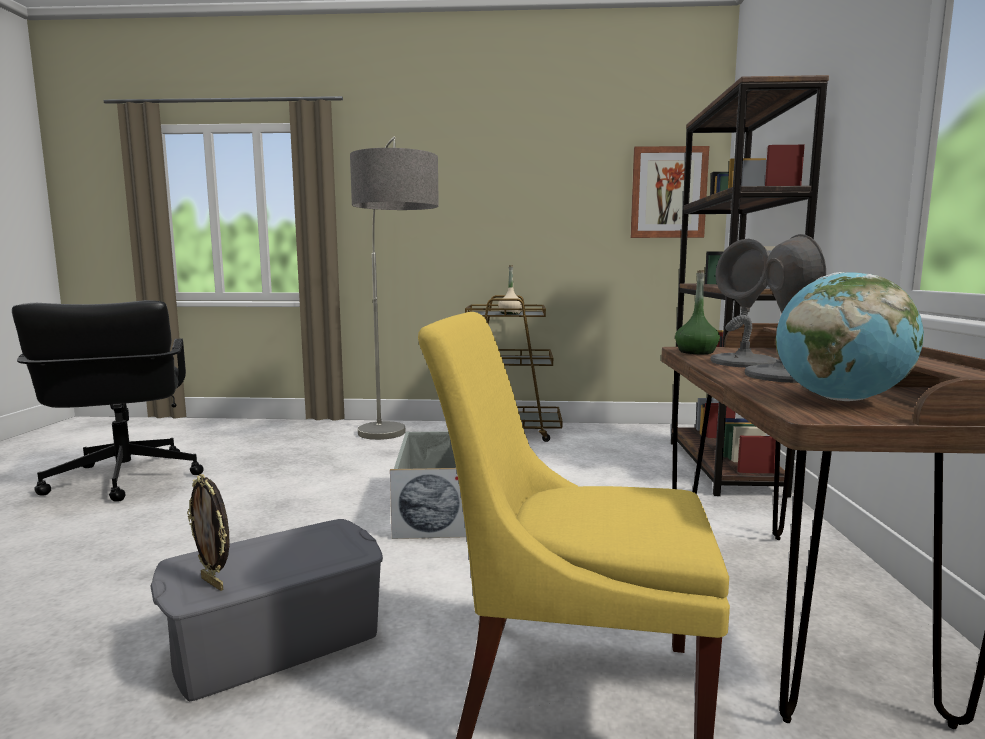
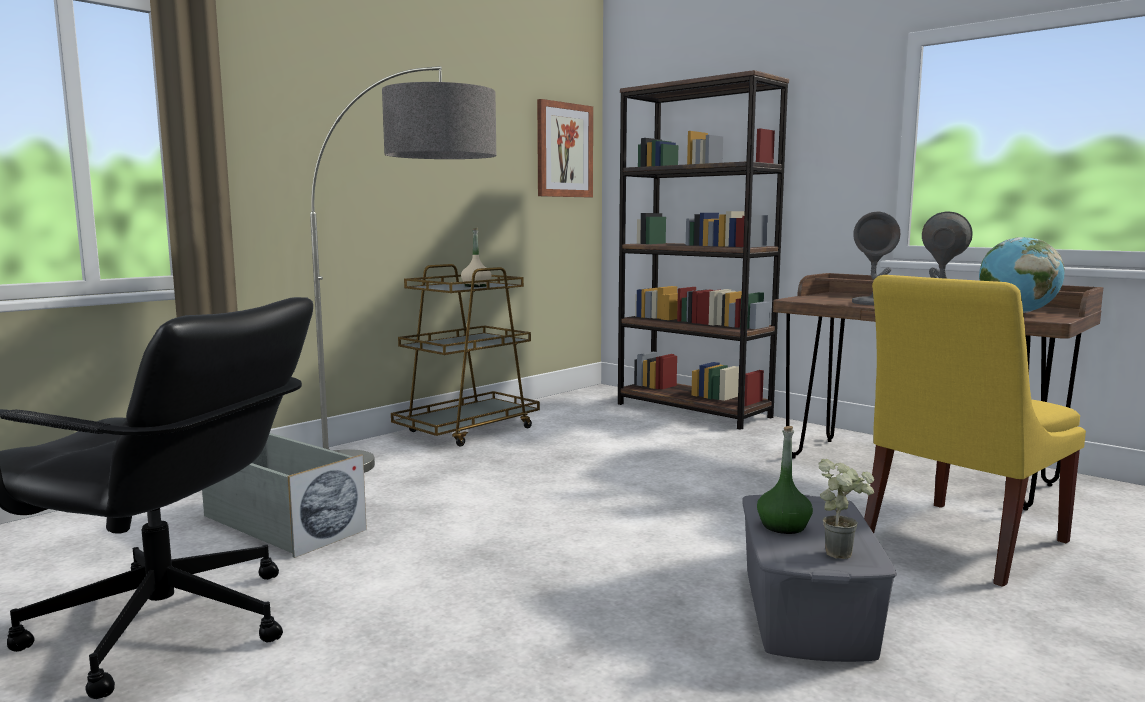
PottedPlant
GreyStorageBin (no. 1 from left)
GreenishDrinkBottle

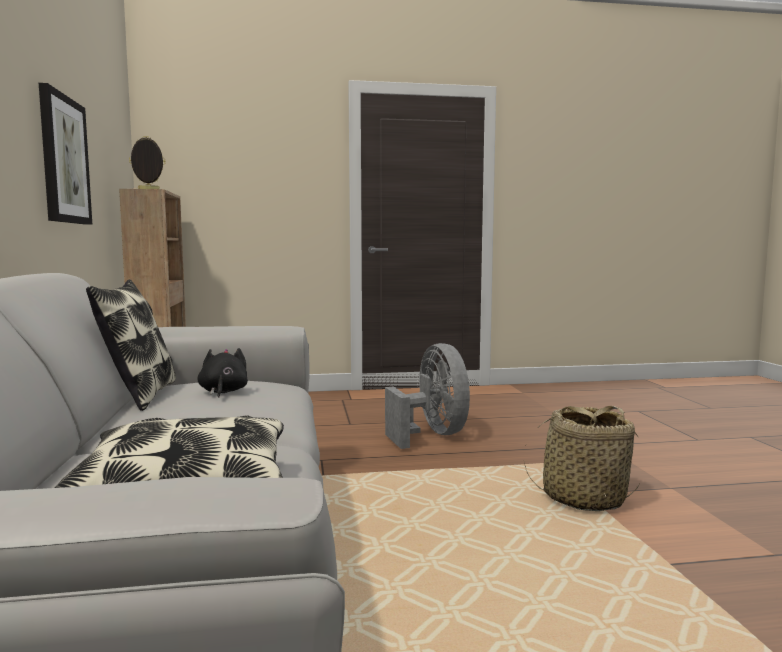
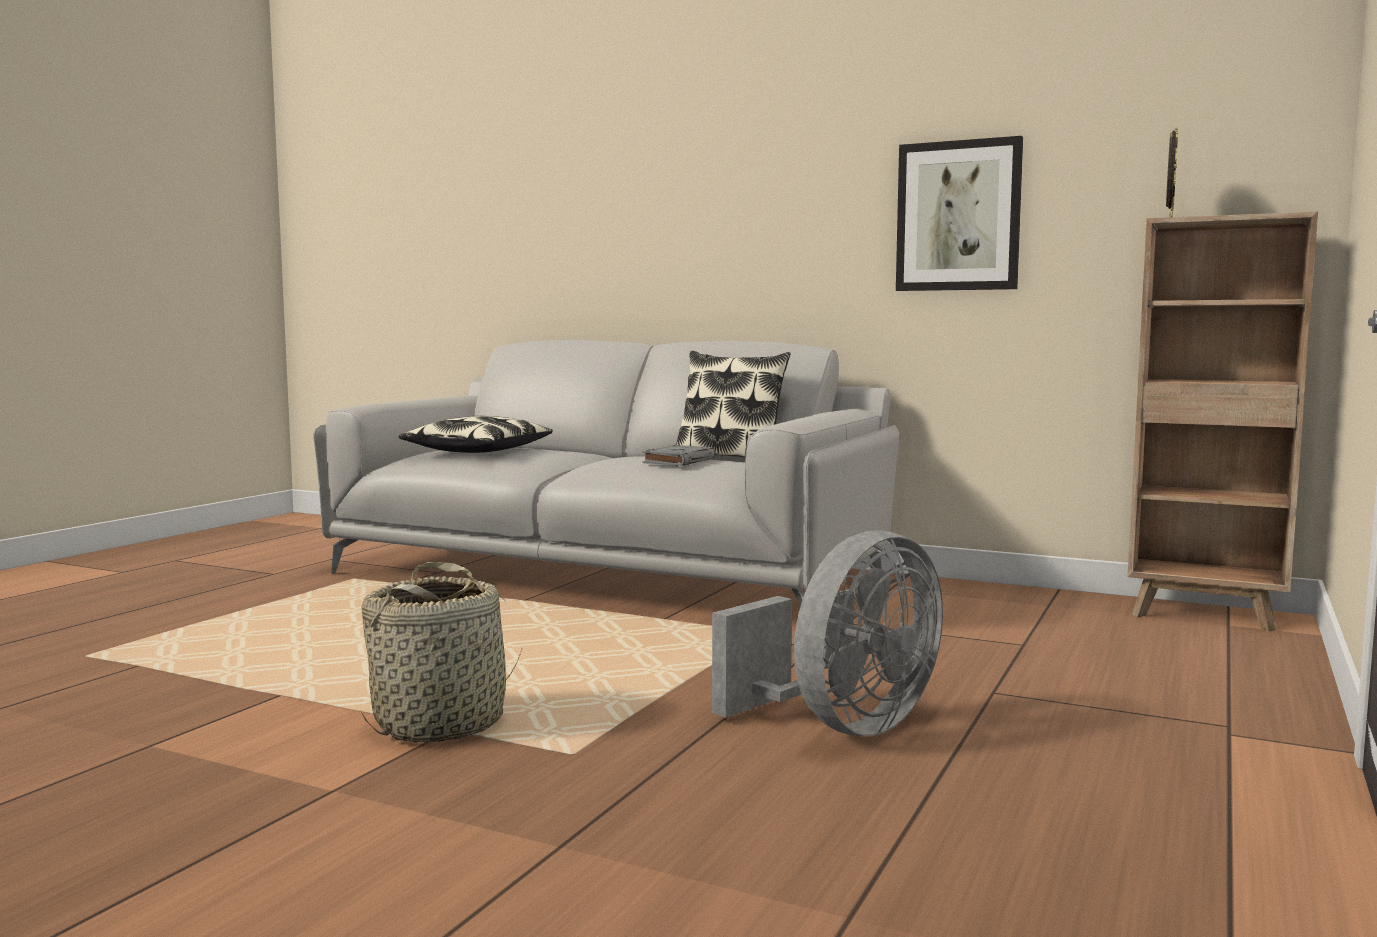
GreyBook
GreyElectricFan

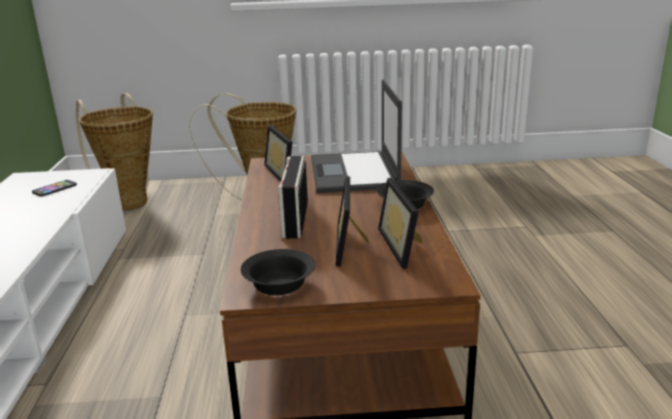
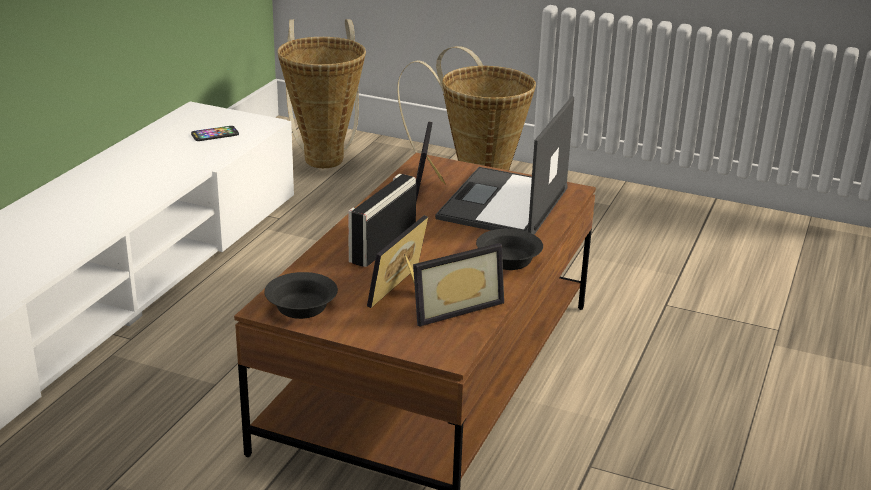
StandingFrame (no. 3 from left)

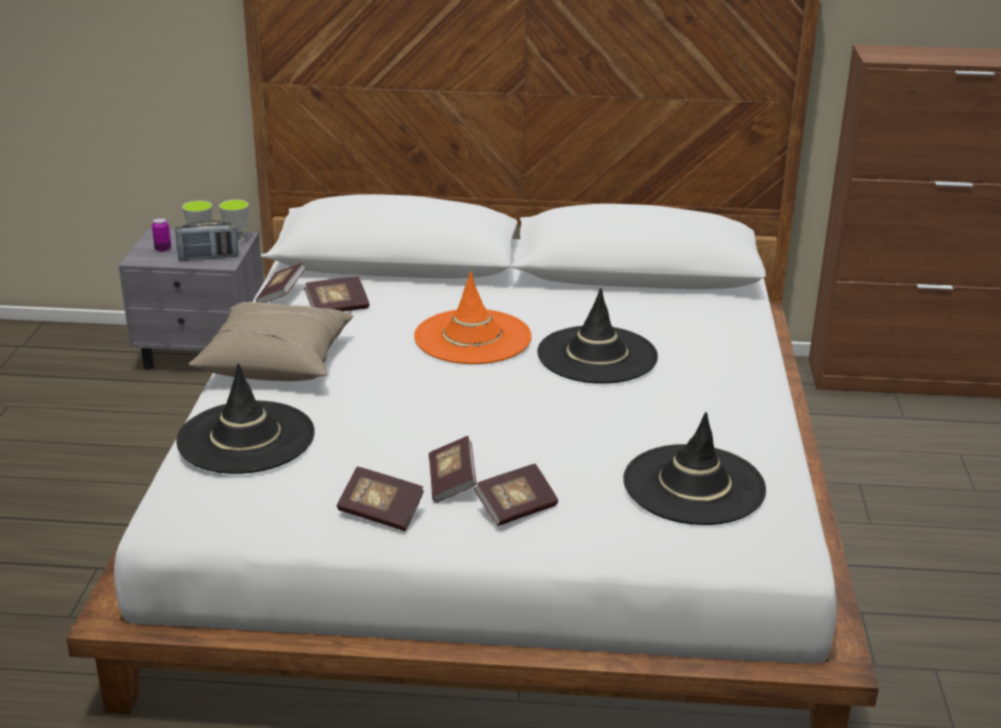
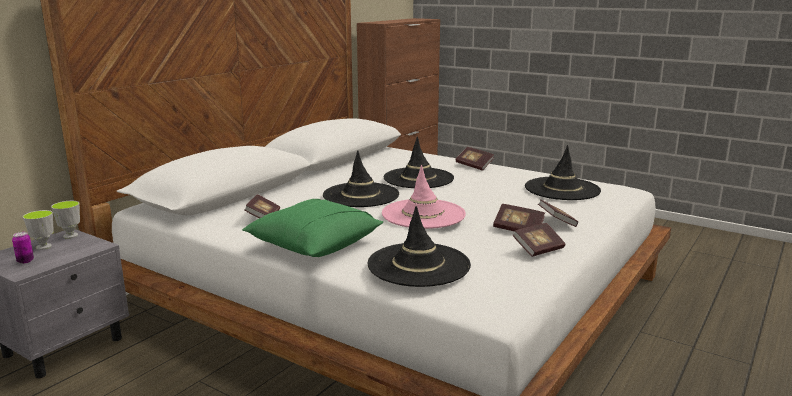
RadioSet
GreenishCushion
Book (no. 2 from left)
BlackishClothingHat (no. 1 from left)
PinkishClothingHat

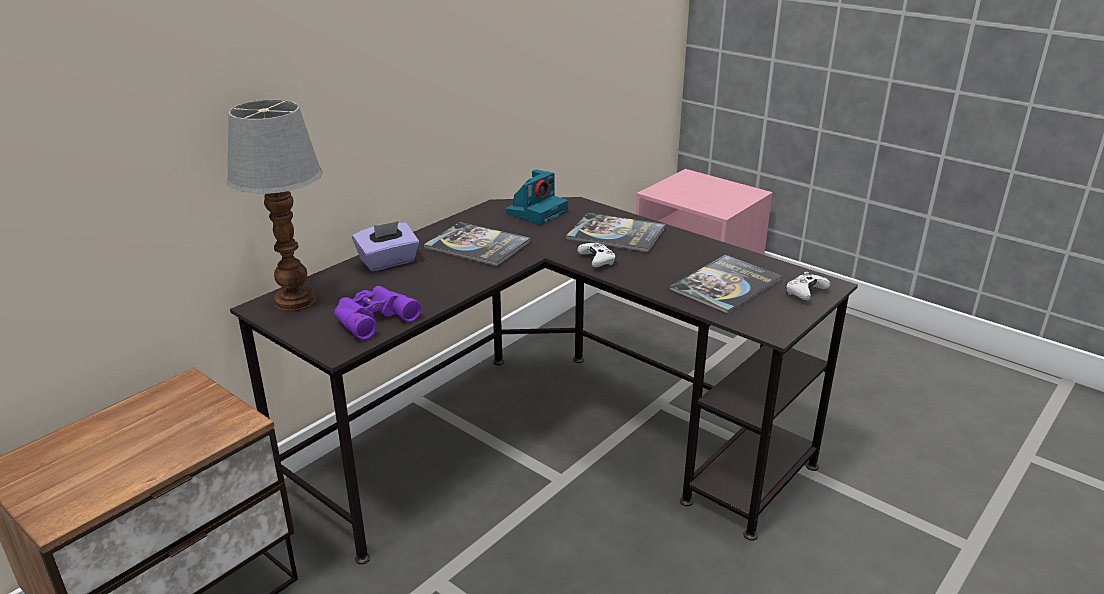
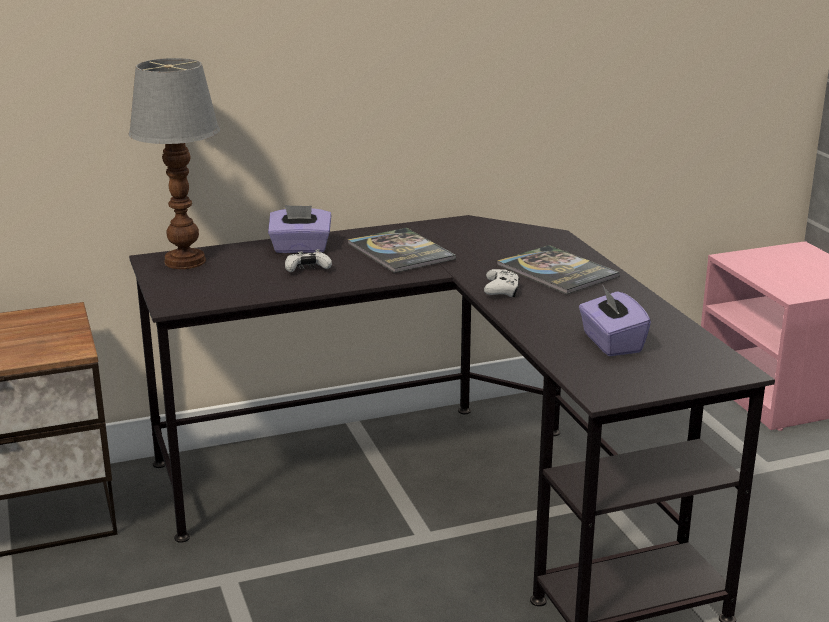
PurpleBinoculars
StillCamera
PurpleTissueBox (no. 2 from left)
WhiteColouredJoypad (no. 1 from left)

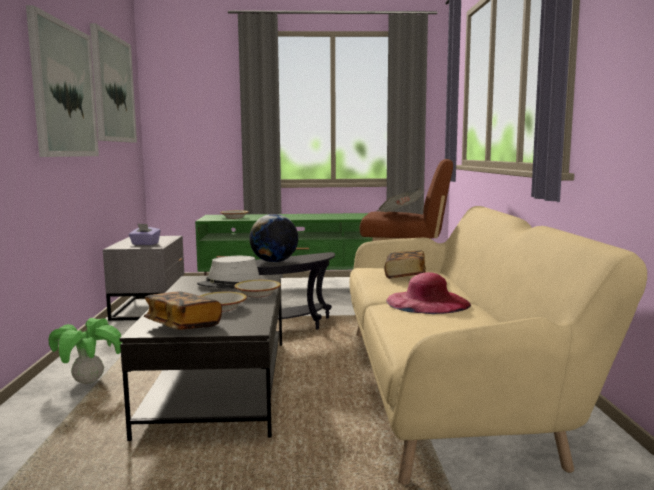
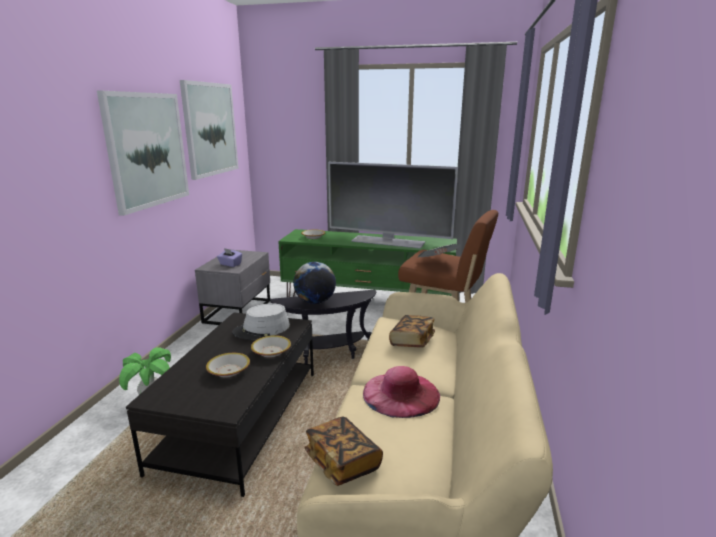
Book (no. 1 from left)
TvSet

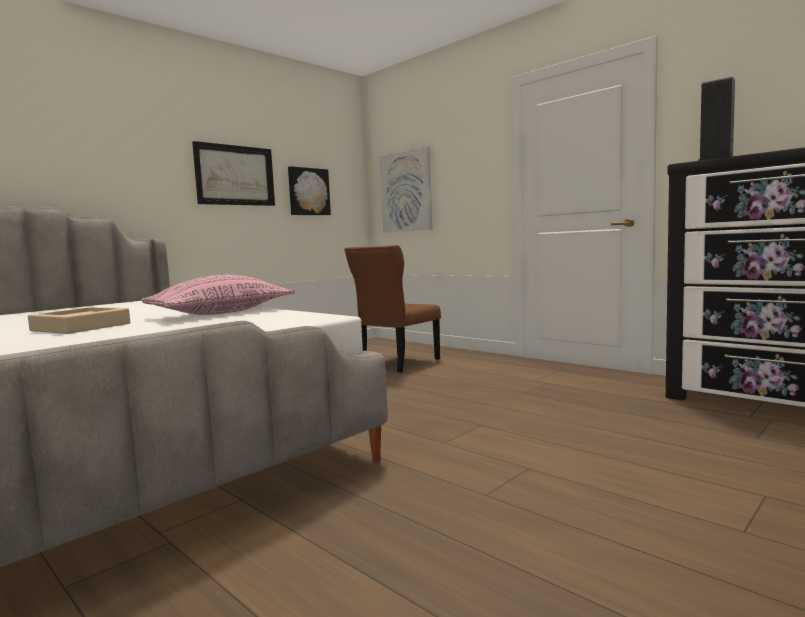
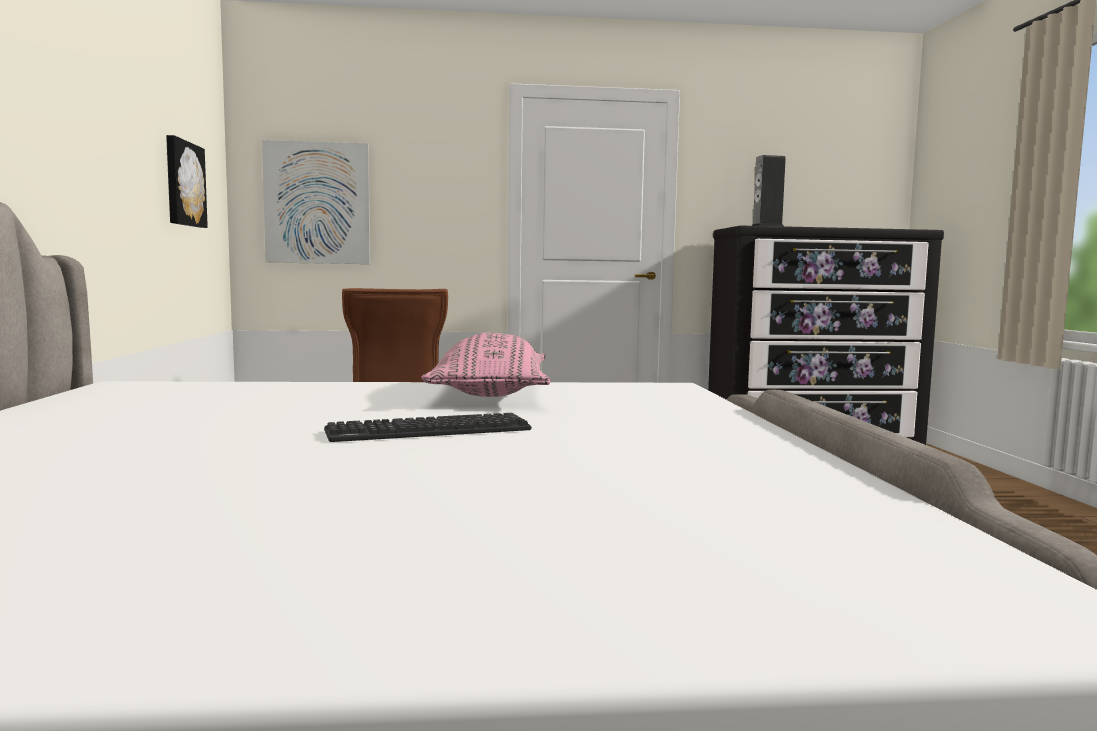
PcKeyboard
WallPicture (no. 1 from left in the first image)

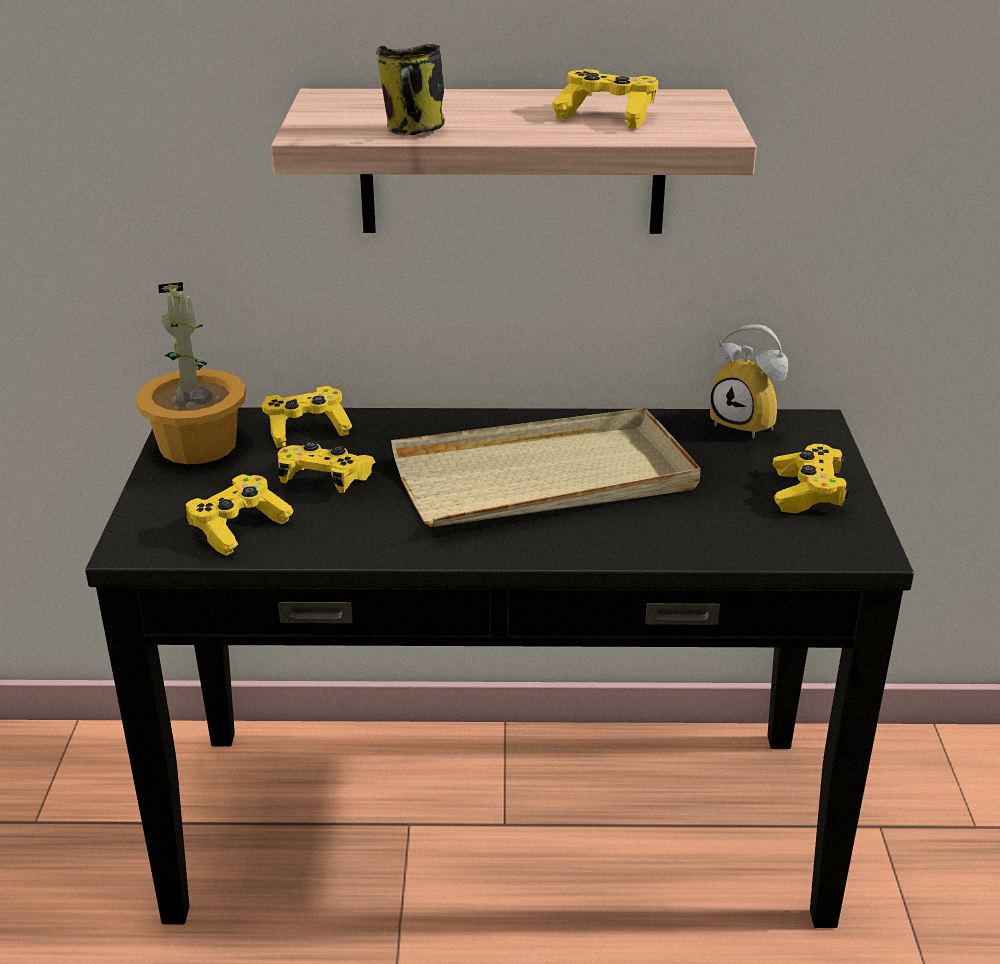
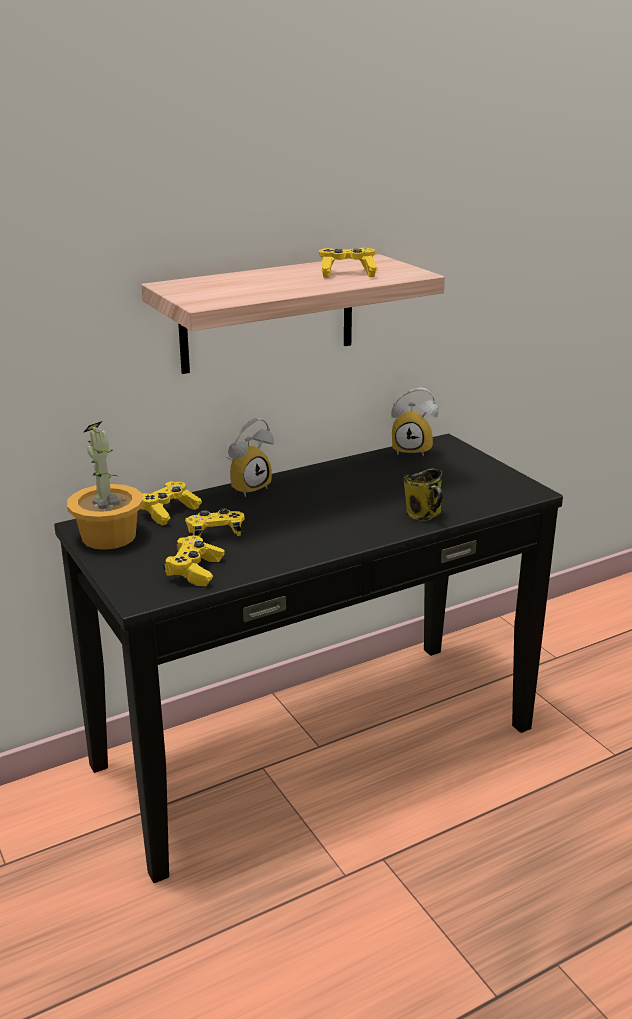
Mug
BeigeTray
YellowishJoypad (no. 5 from left in the first image)
TableClock (no. 1 from left)

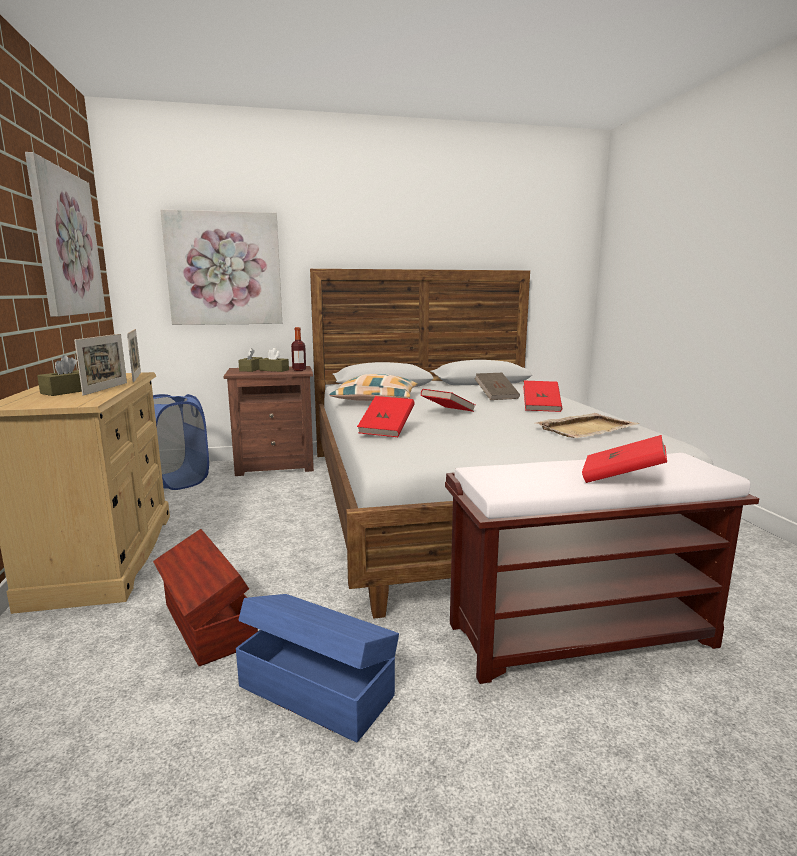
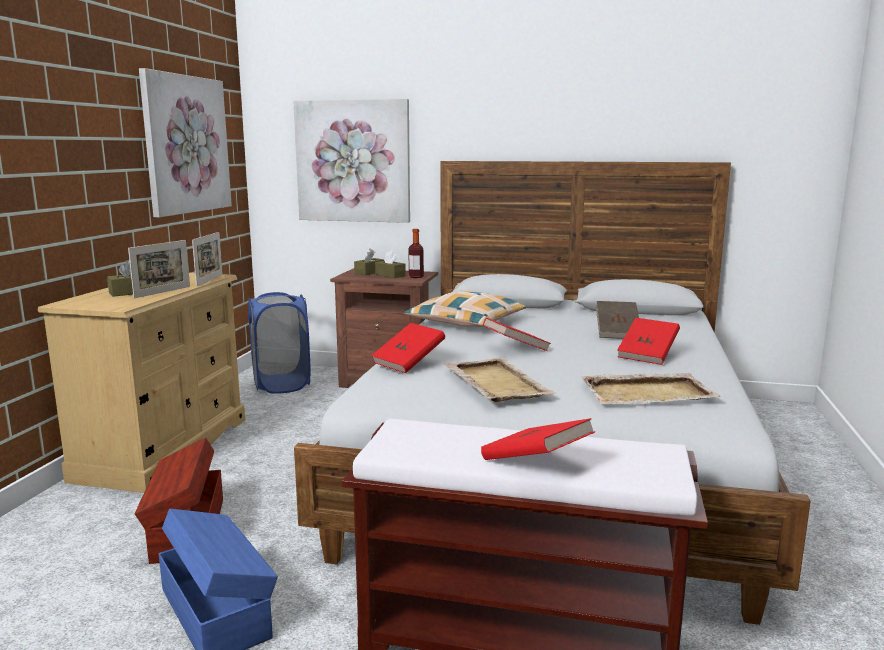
BeigeTray (no. 1 from left)

